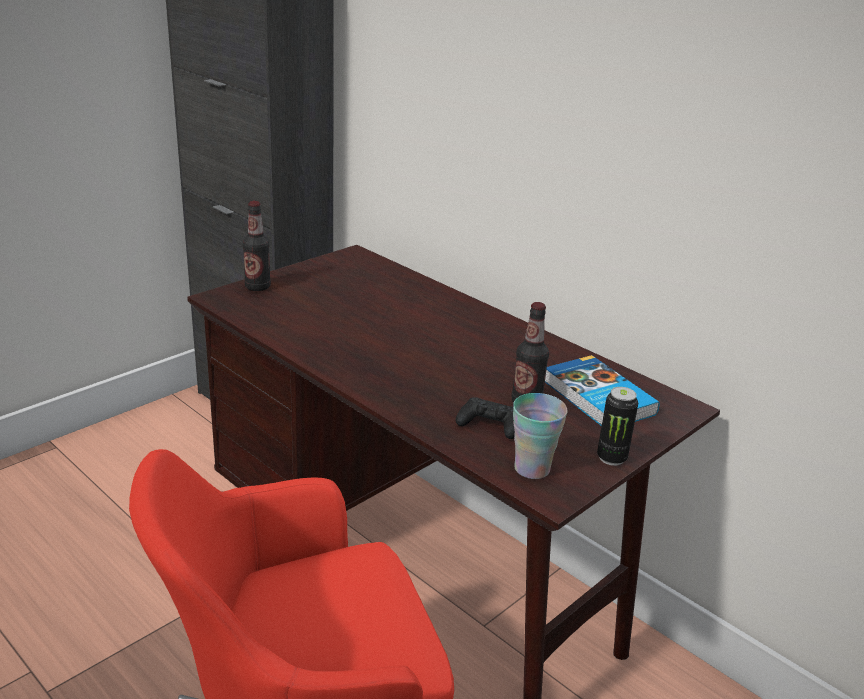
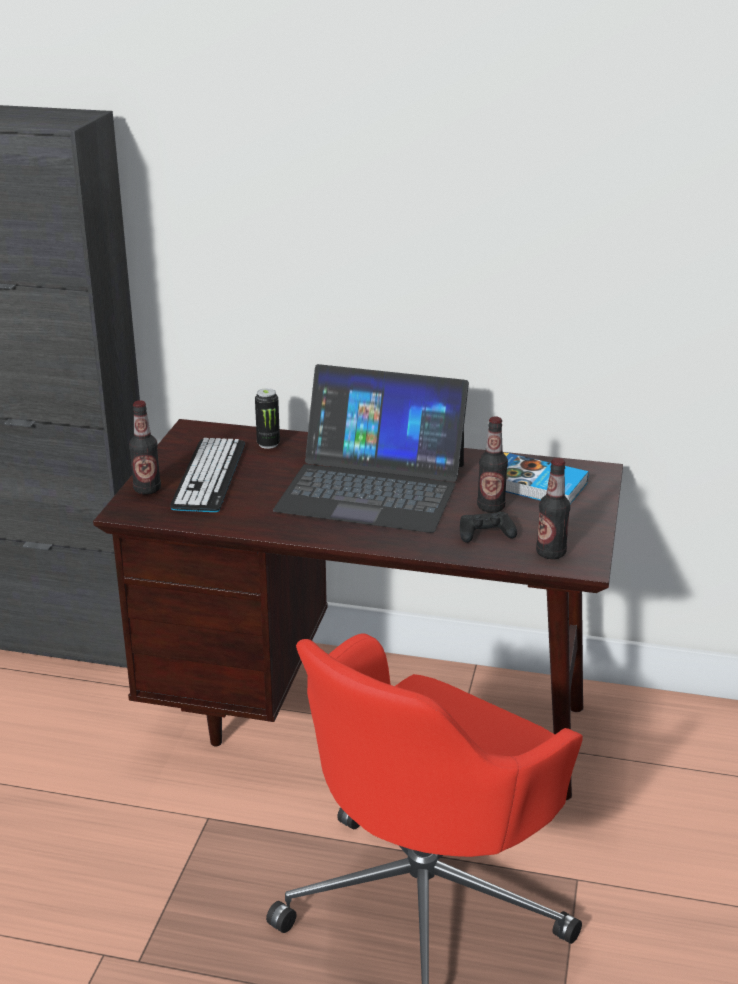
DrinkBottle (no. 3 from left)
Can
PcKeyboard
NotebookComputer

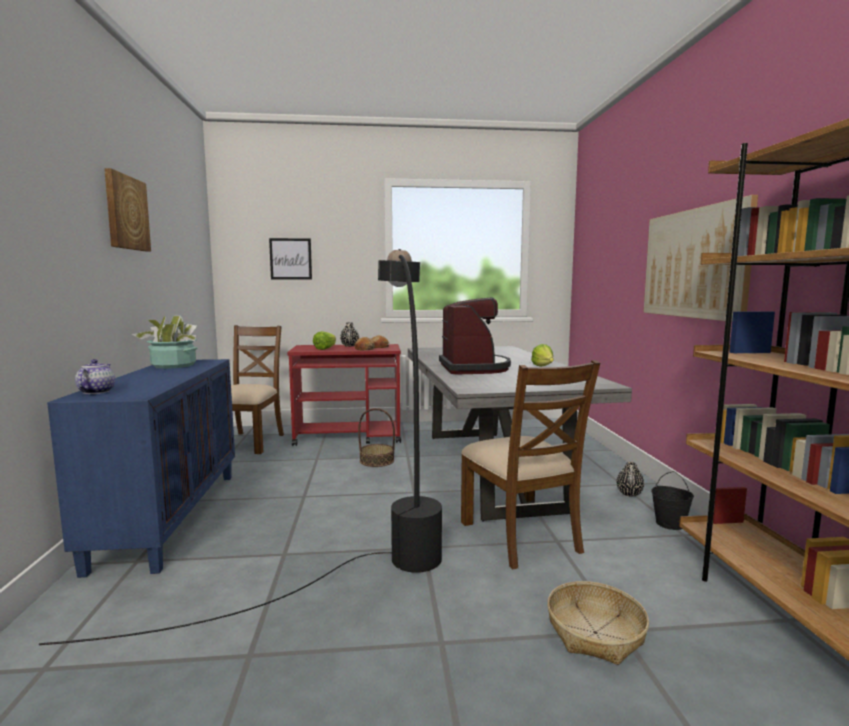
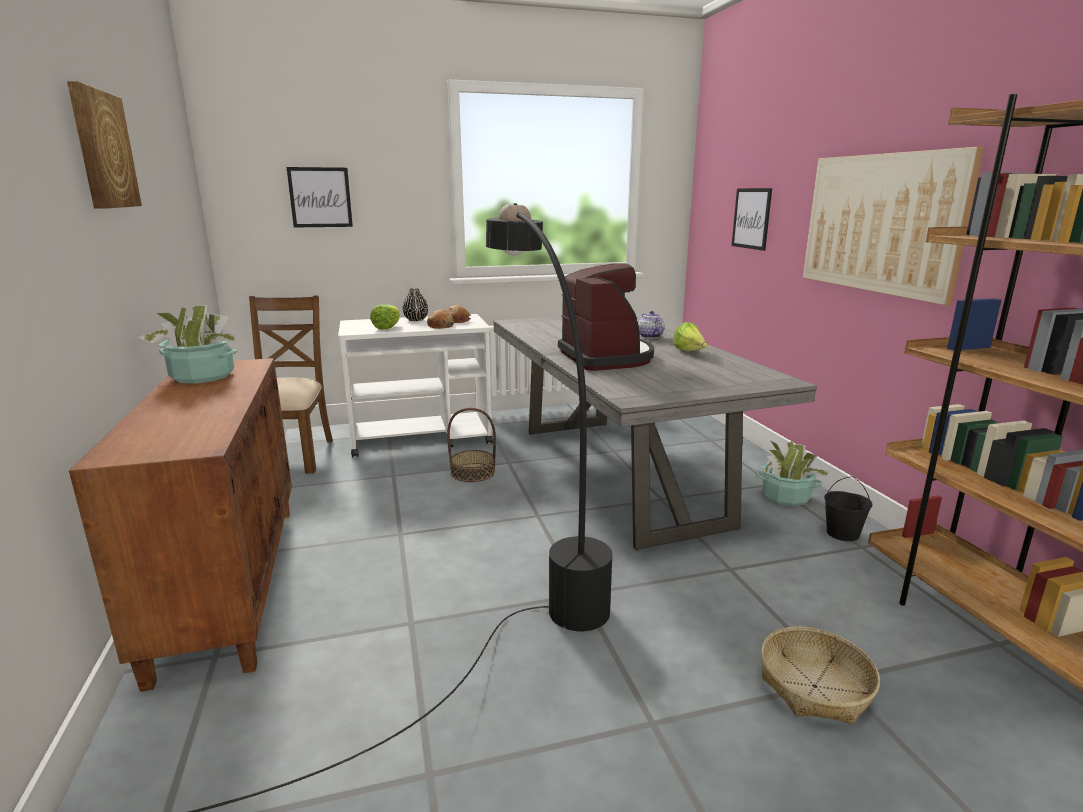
BrownColouredStorageCabinet
PotForTea
WhiteColouredTrolley
BrownColouredUprightChair (no. 2 from left in the first image)
PottedPlant (no. 2 from left)
WallPicture (no. 3 from left)

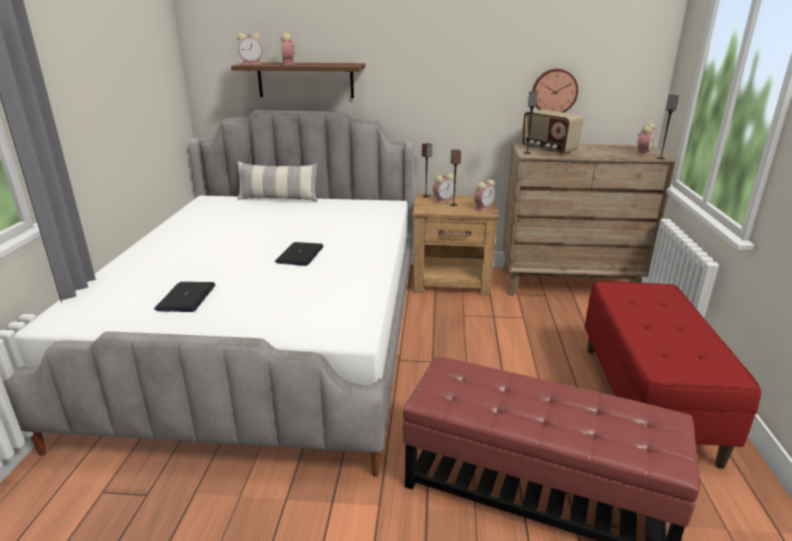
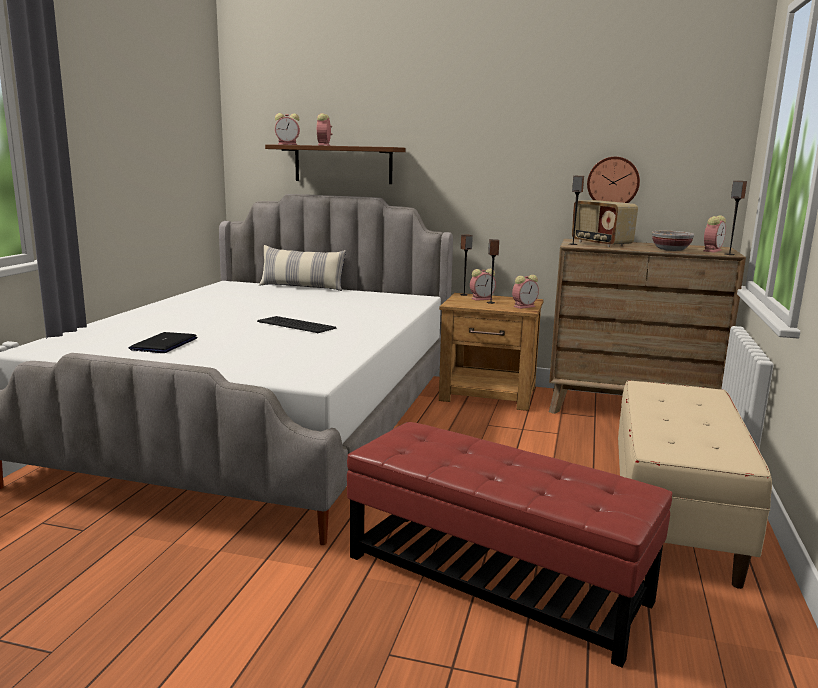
PcKeyboard
BeigeBench
ServingBowl

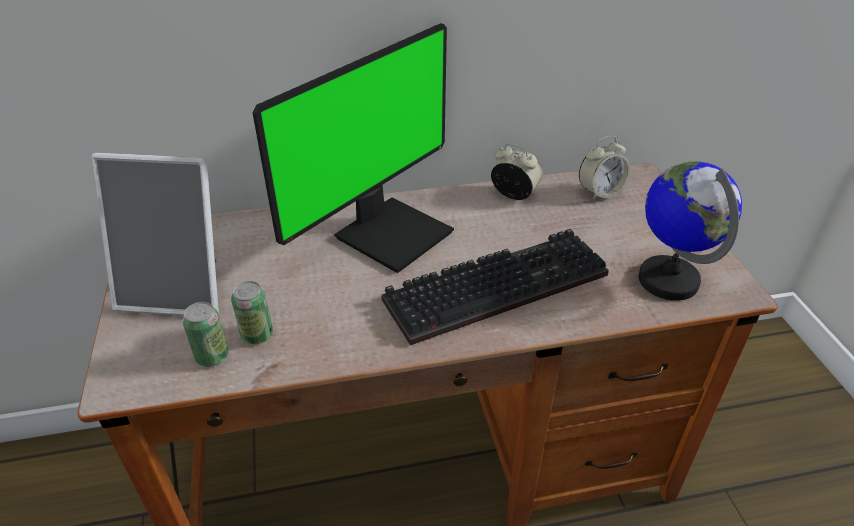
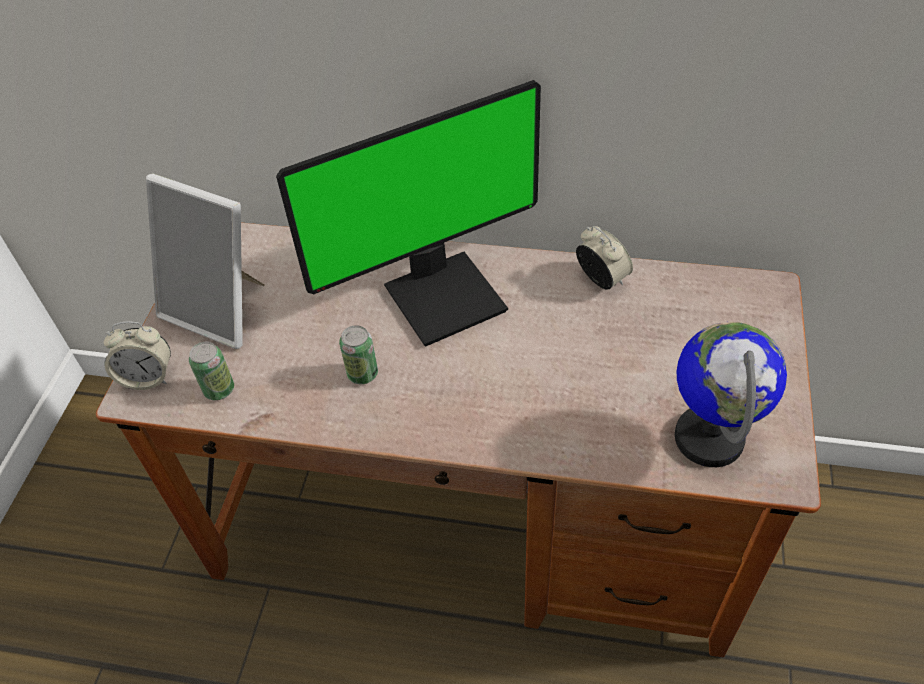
Can (no. 2 from left)
PcKeyboard
TableClock (no. 1 from left)

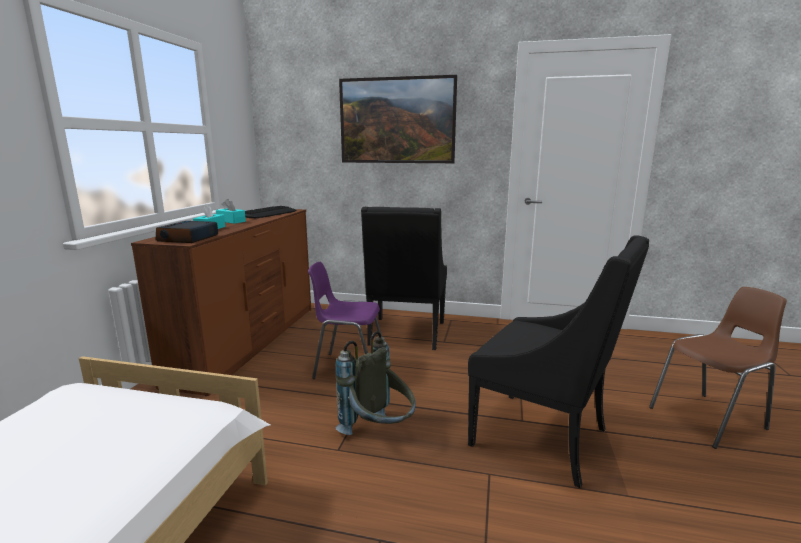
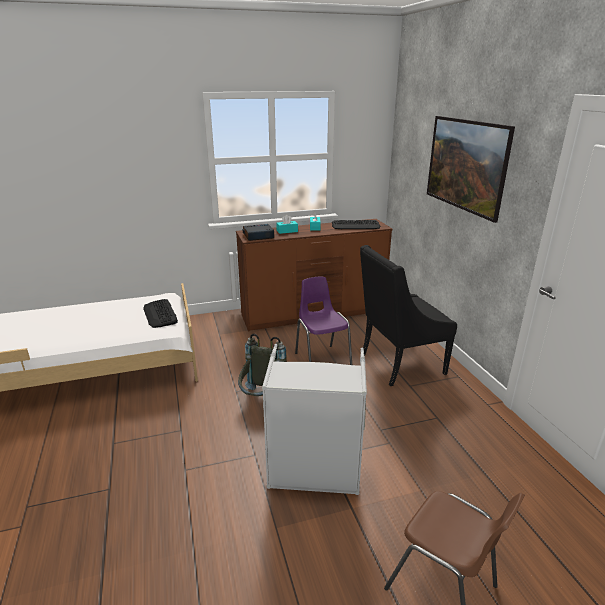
GreyWashingBasket
PcKeyboard (no. 1 from left)

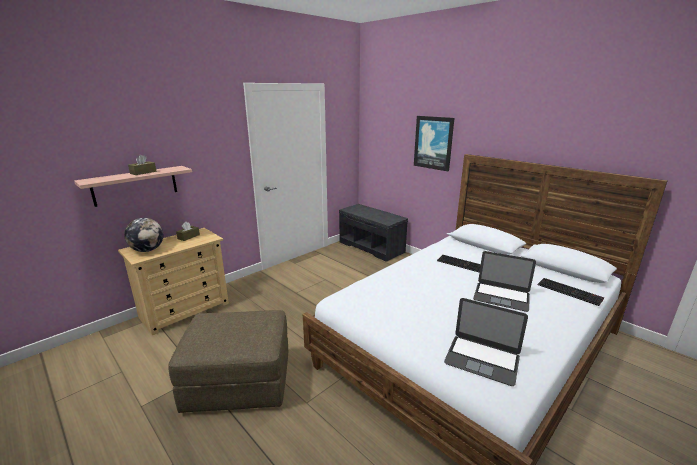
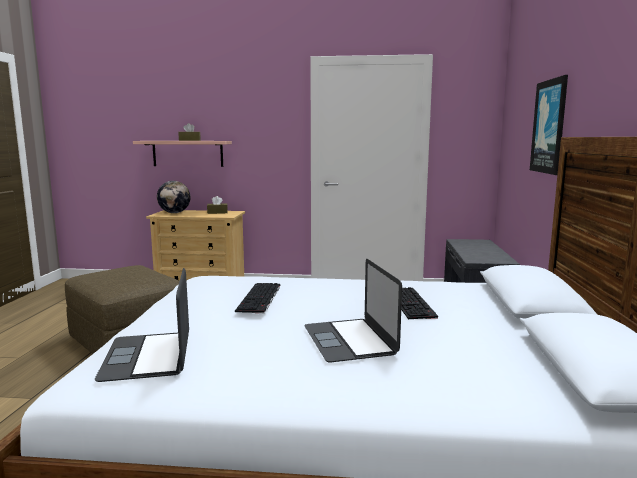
PcKeyboard (no. 1 from left)

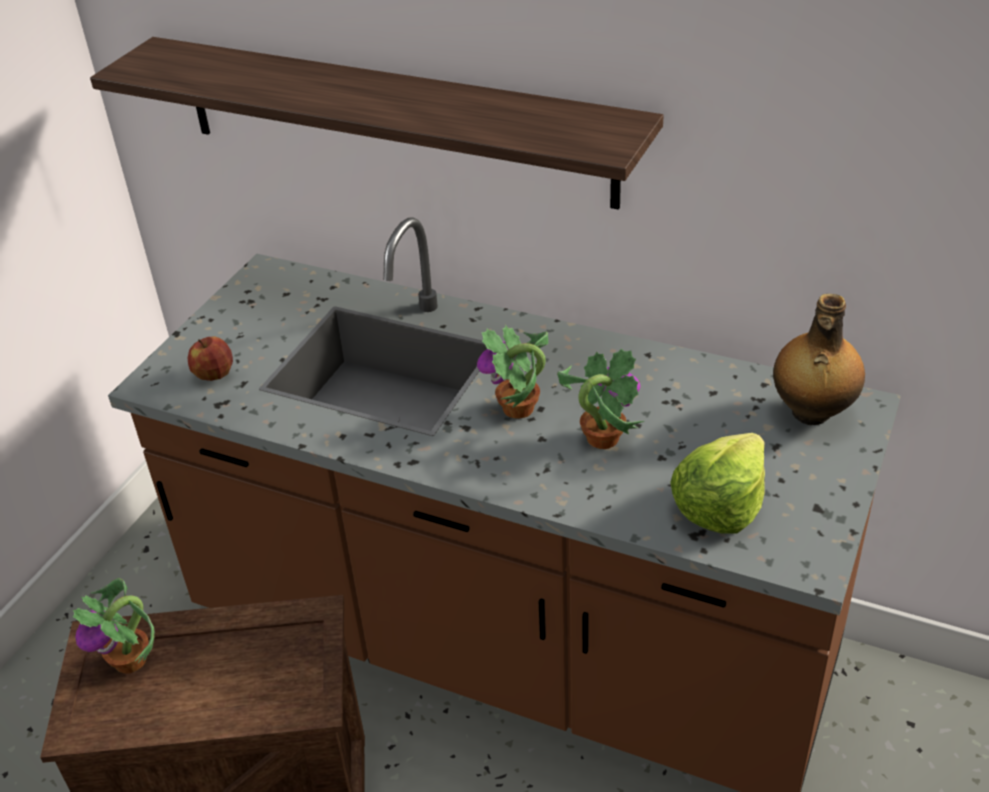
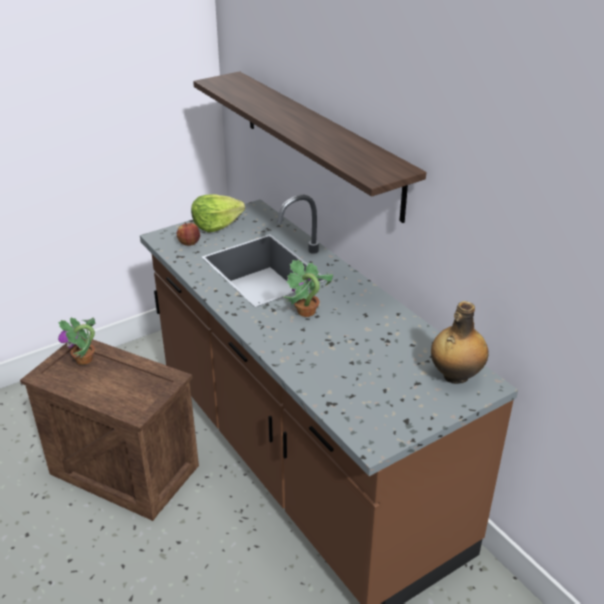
PottedPlant (no. 3 from left in the first image)
Lettuce

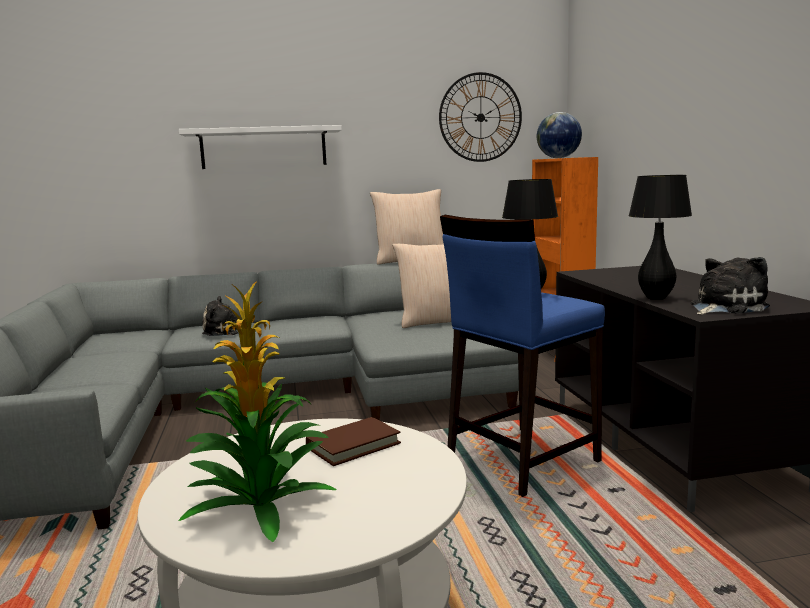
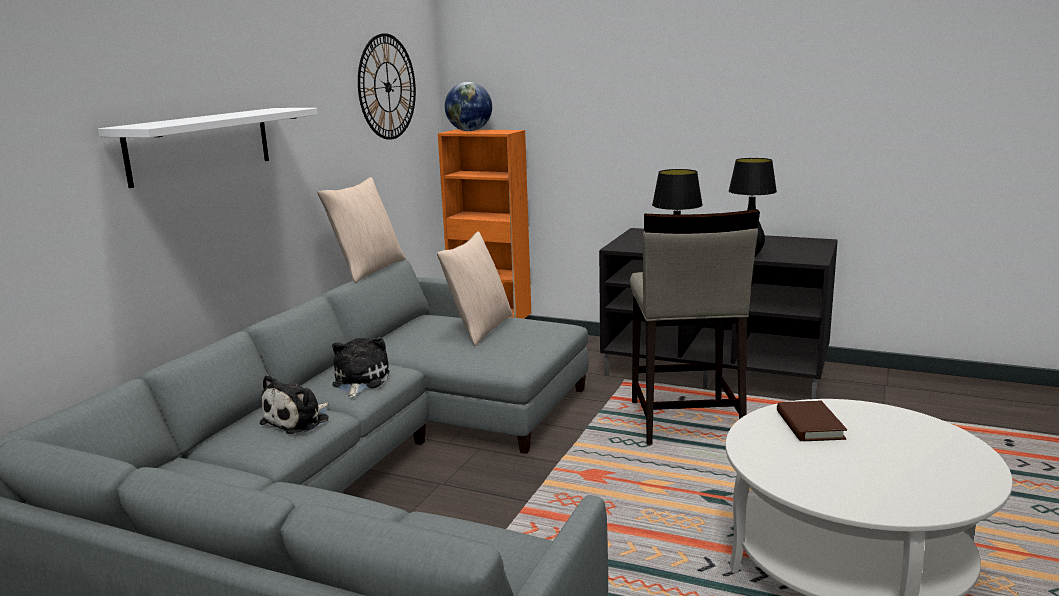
PottedPlant
BeigeStoolSeat
PlushToy (no. 2 from left)

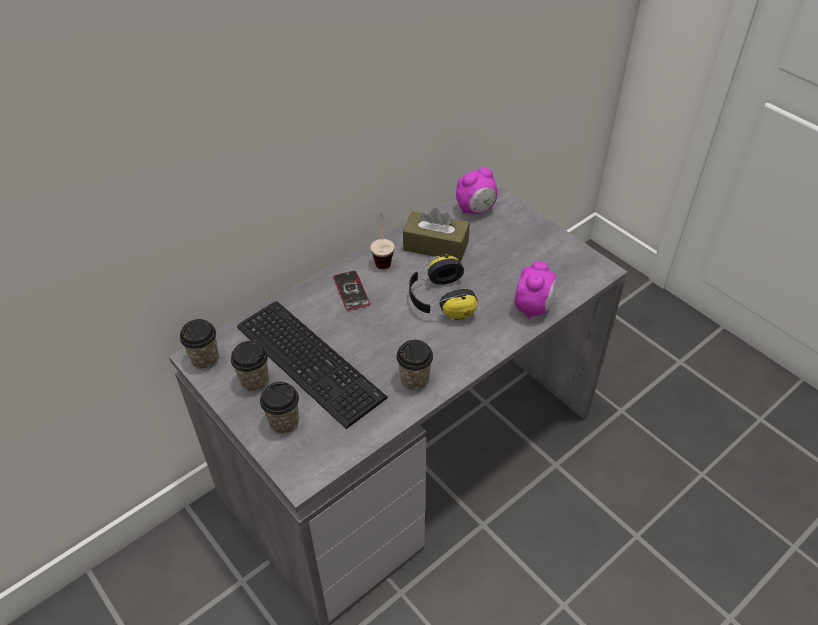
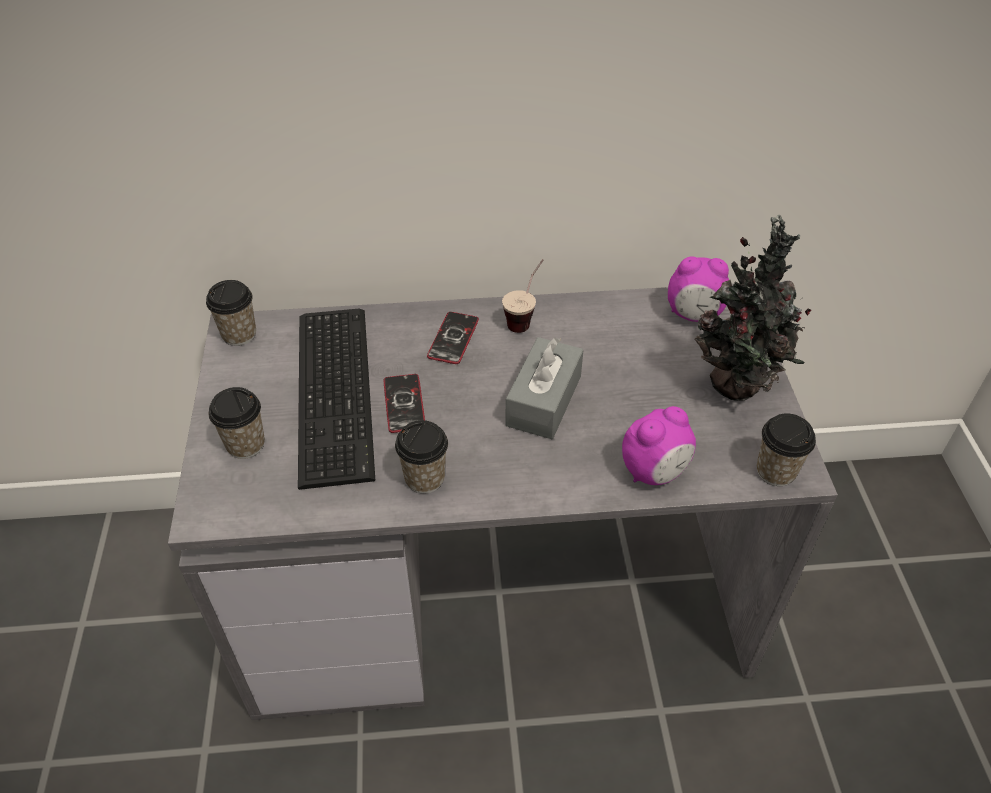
DrinkingCup (no. 5 from left)
BrownColouredTissueBox
GreyTissueBox
Telephone (no. 1 from left)
PottedPlant

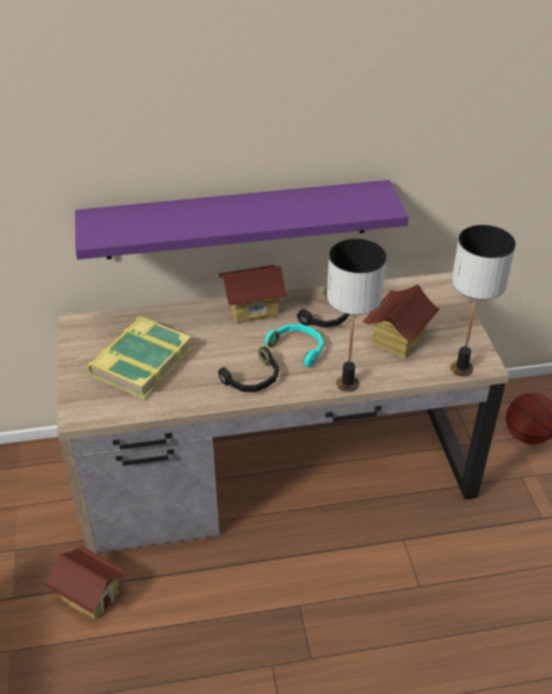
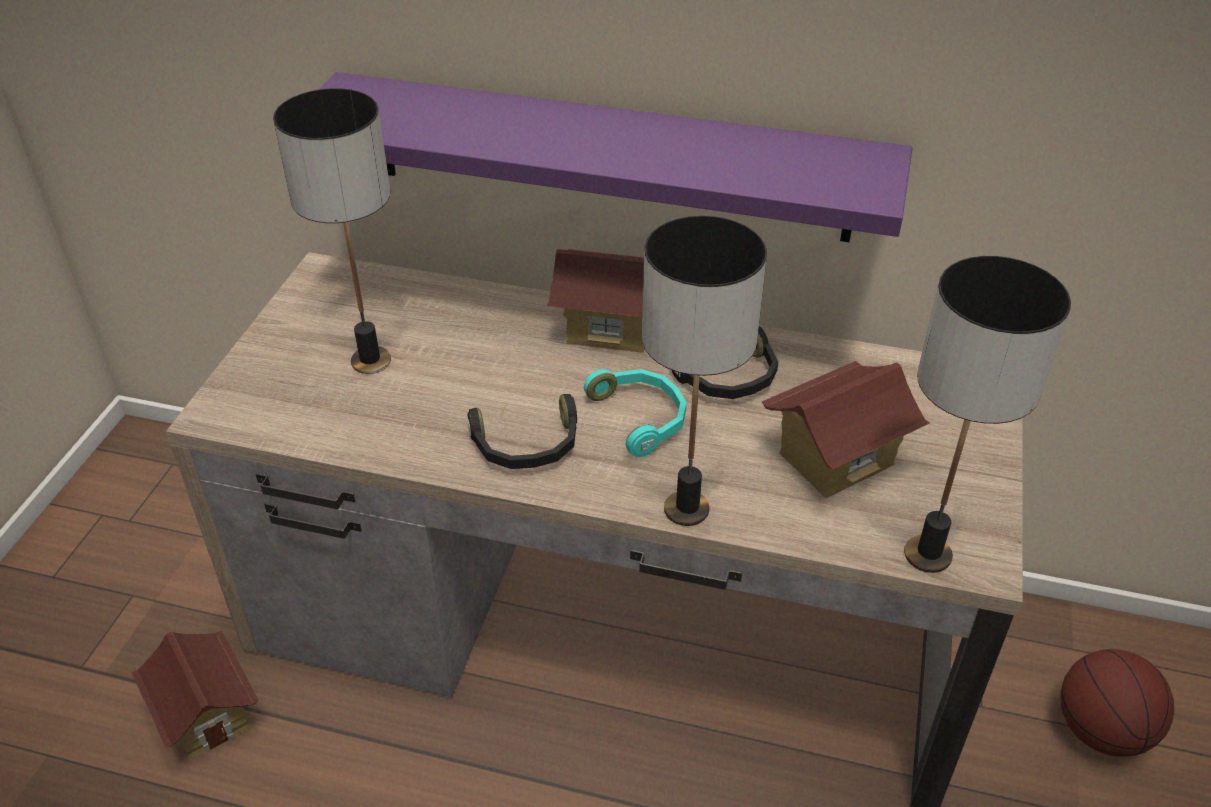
TableLamp (no. 1 from left)

